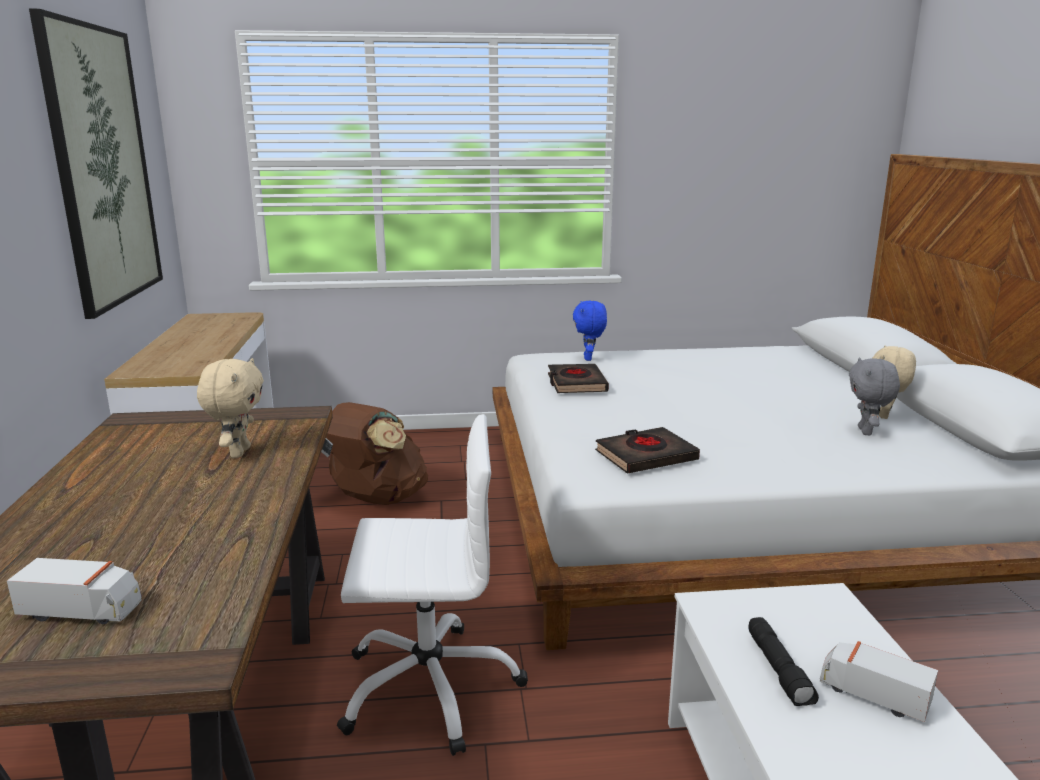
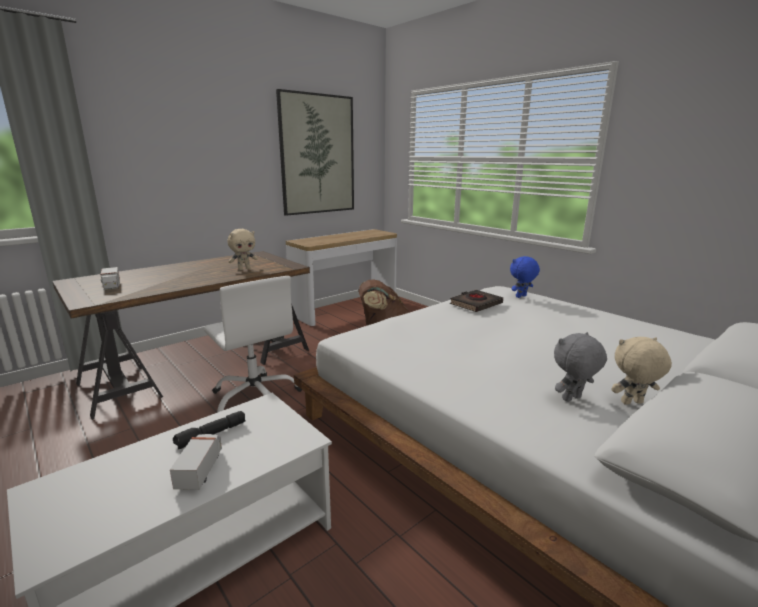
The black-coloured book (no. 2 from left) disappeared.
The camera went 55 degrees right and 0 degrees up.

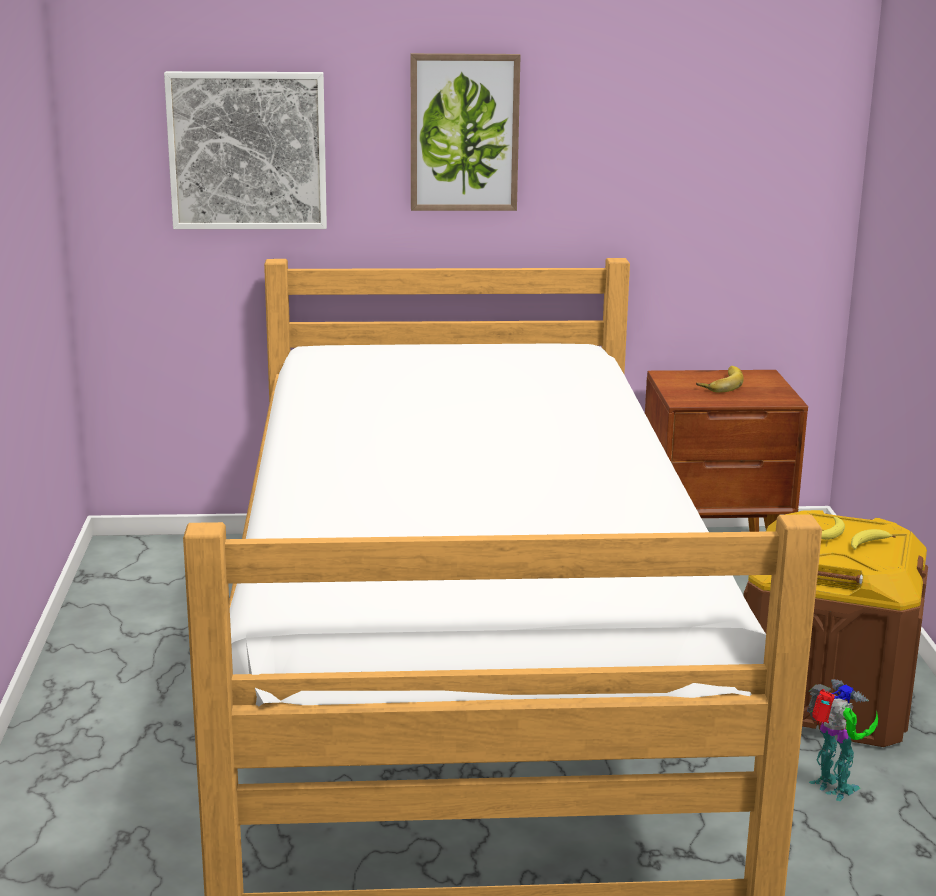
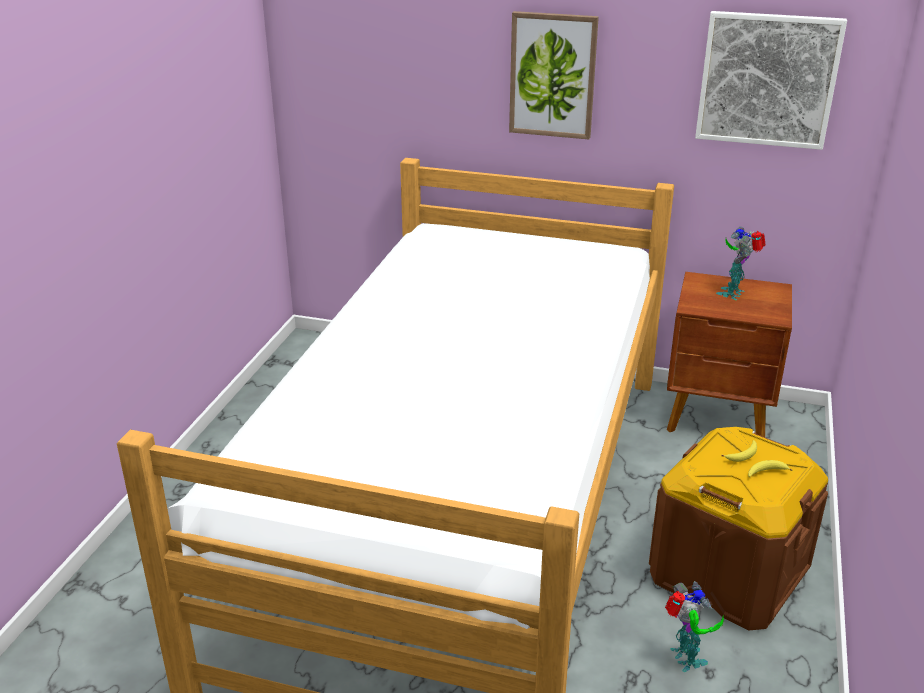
The wall art (no. 1 from left in the first image) moved.
The banana (no. 1 from left) was replaced by the robot figure (no. 2 from left).
The camera went 20 degrees right and 10 degrees up.

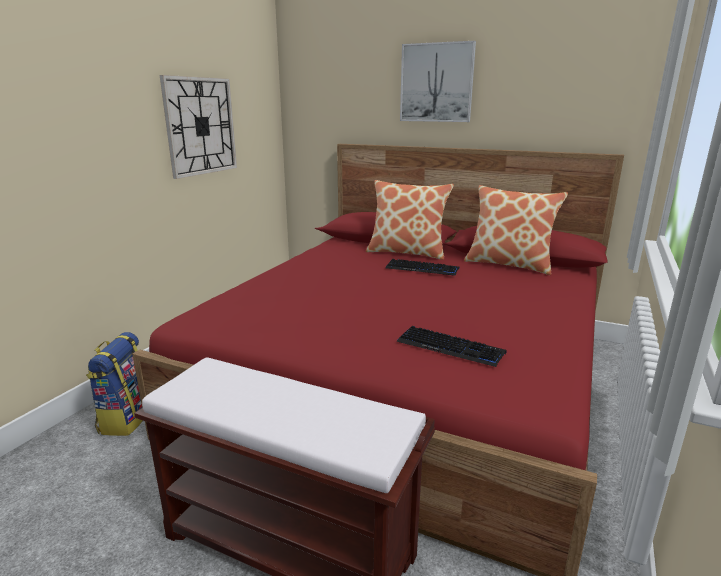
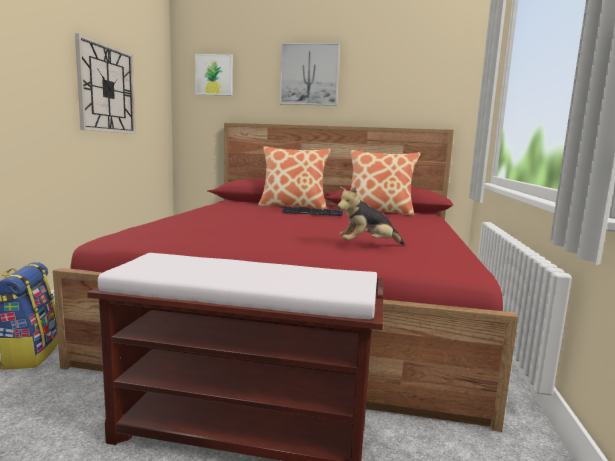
The computer keyboard (no. 2 from left) was replaced by the plush toy.
The wall art (no. 1 from left) appeared.
The camera went 15 degrees left and 10 degrees down.

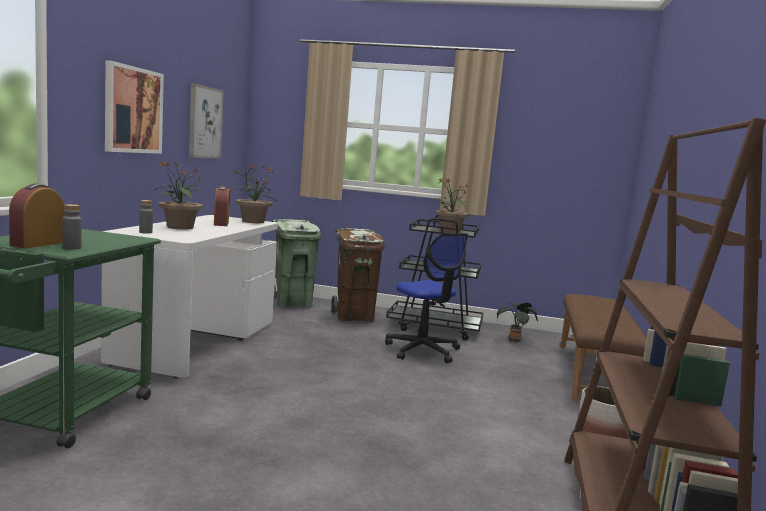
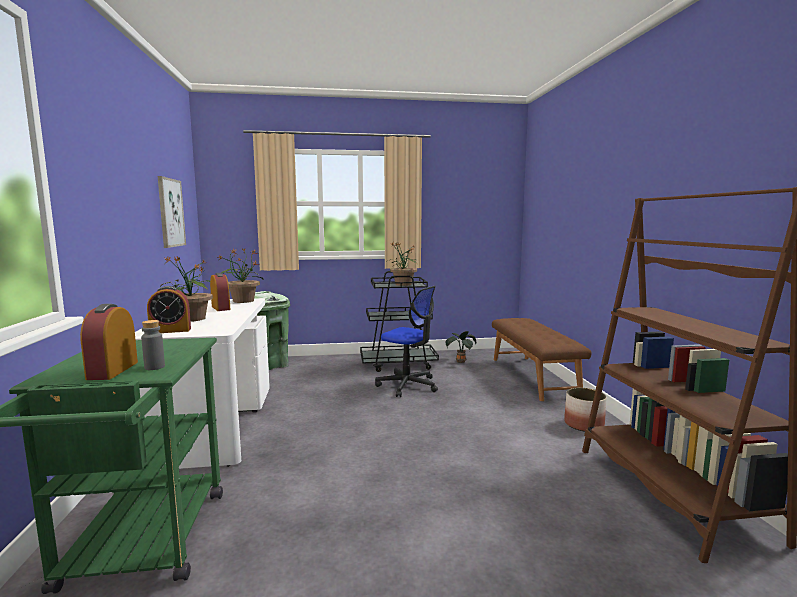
The wall art (no. 1 from left) disappeared.
The grey bottle (no. 2 from left) was replaced by the bedside clock (no. 2 from left).
The brown trash can disappeared.
The camera went 20 degrees left and 0 degrees up.

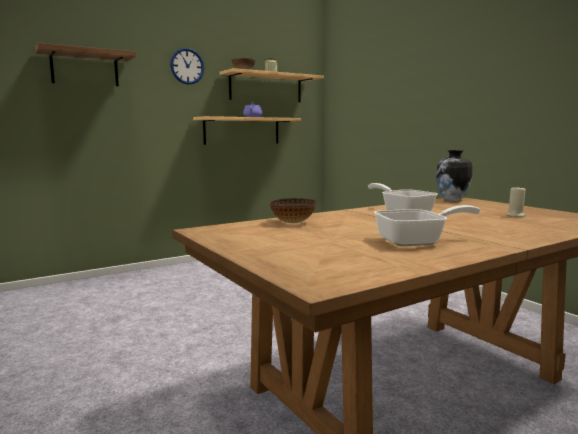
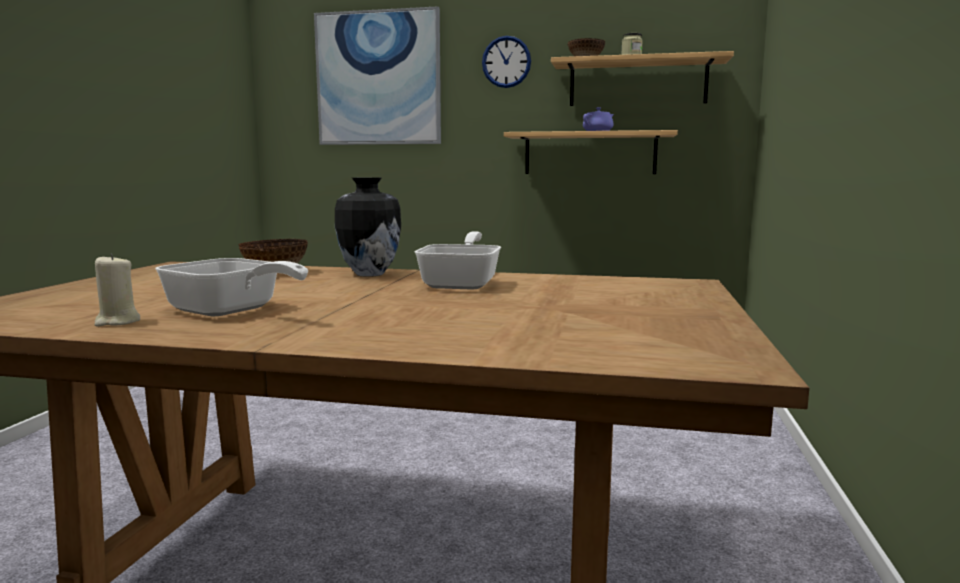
The shelf (no. 1 from left) was replaced by the wall art.
The flower vase moved.
The beige-coloured wax candle moved.
The camera went 45 degrees right and 0 degrees up.

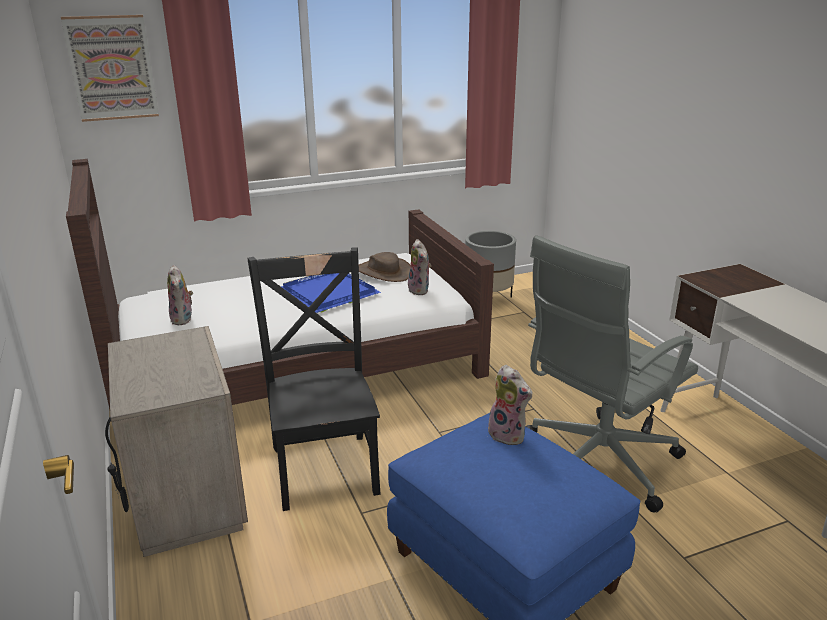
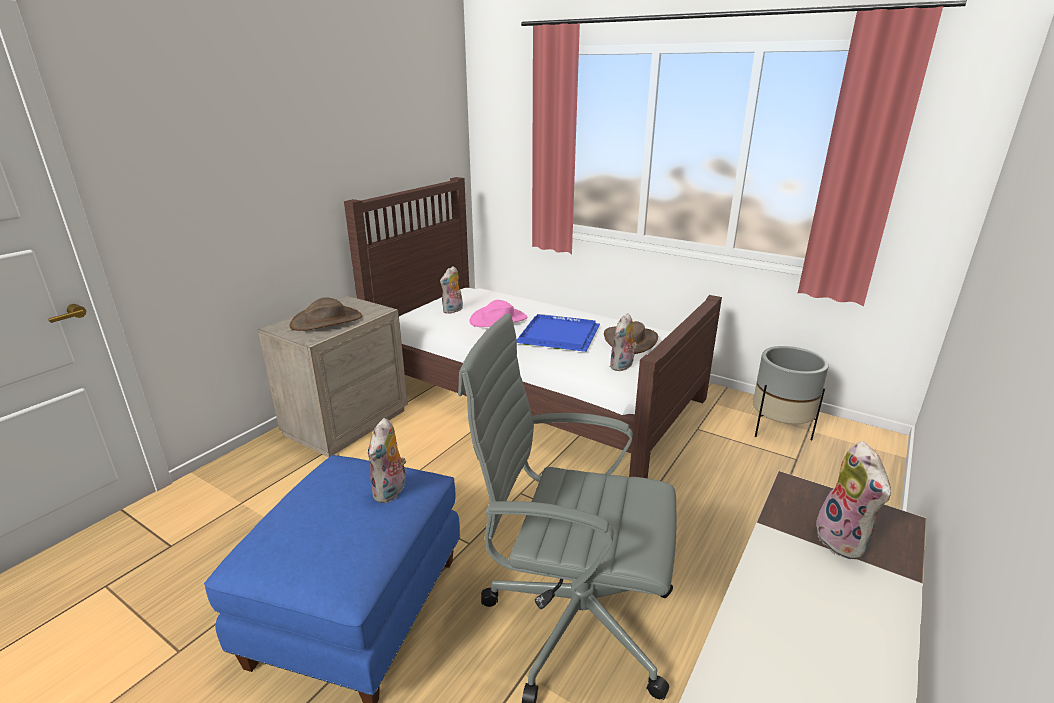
The wall art disappeared.
The black-coloured upright chair disappeared.
The brown clothing hat (no. 1 from left) appeared.
The pink clothing hat appeared.
The plush toy (no. 4 from left) appeared.
The camera went 55 degrees right and 0 degrees up.

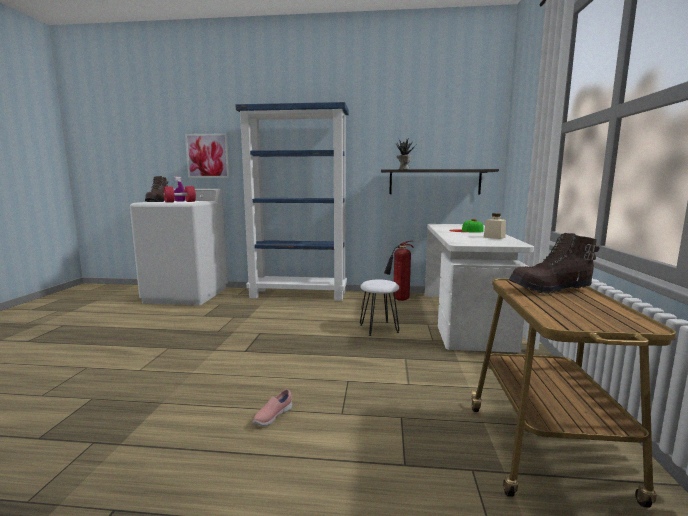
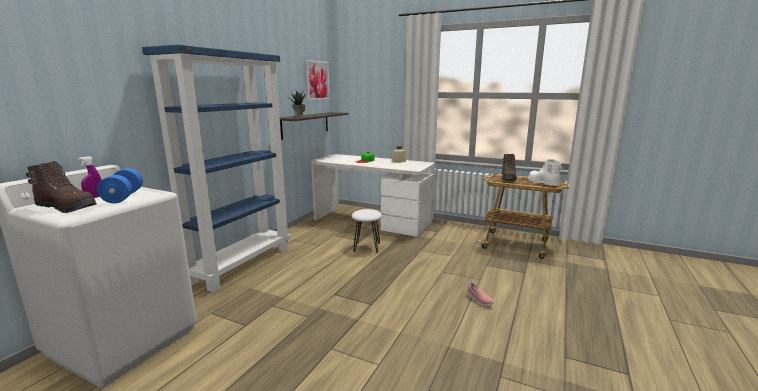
The wall art moved.
The reddish hand weight became the blue hand weight.
The fire extinguisher disappeared.
The white-coloured tall boot appeared.
The camera went 70 degrees left and 5 degrees up.

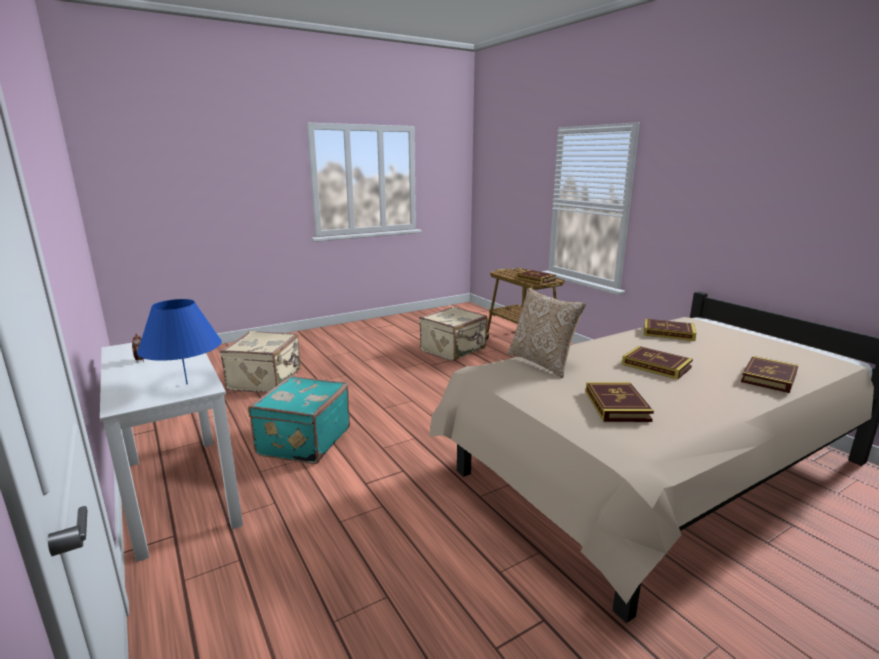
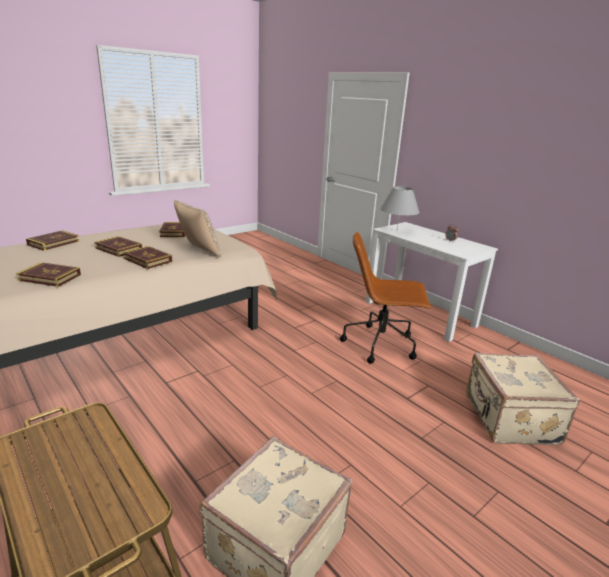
The book (no. 1 from left in the first image) moved.
The blue lamp for a table became the grey lamp for a table.
The turquoise-coloured travel case was replaced by the brown desk chair.
The camera went 170 degrees right and 5 degrees up.

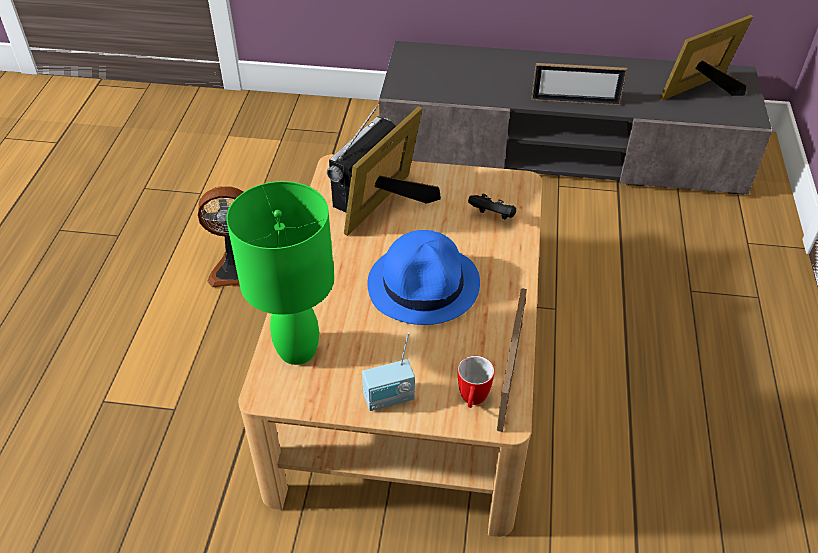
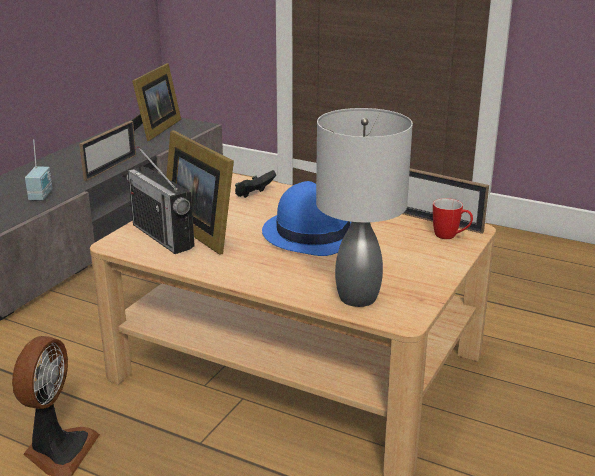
The standing frame (no. 4 from left in the first image) turned 150 degrees counterclockwise.
The greenish lamp for a table became the grey lamp for a table.
The radio (no. 2 from left in the first image) moved.
The camera went 70 degrees left and 20 degrees down.

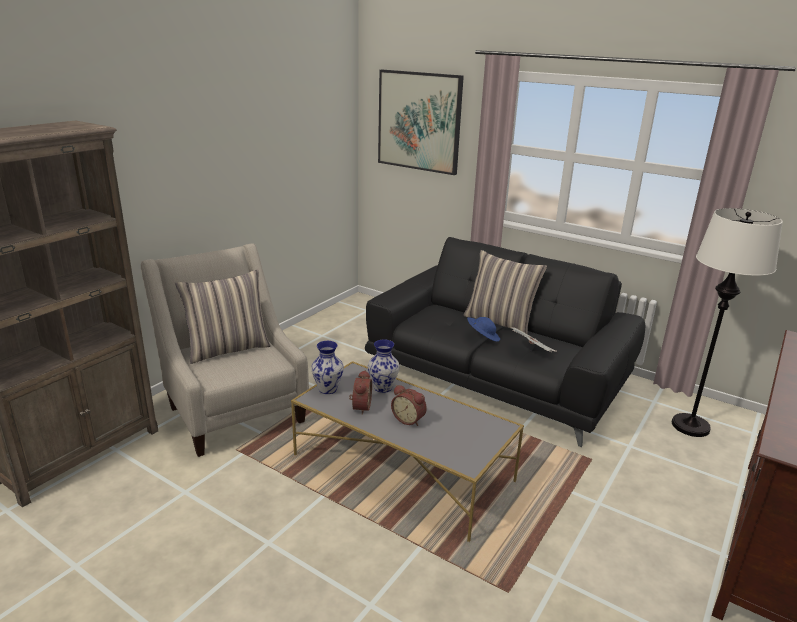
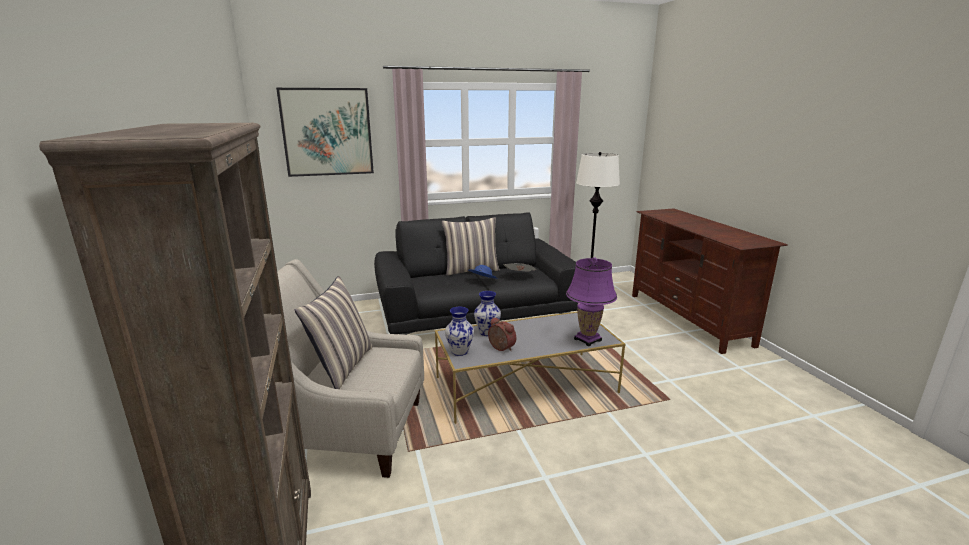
The bedside clock (no. 2 from left) disappeared.
The purple-coloured lamp for a table appeared.
The camera went 50 degrees left and 5 degrees down.

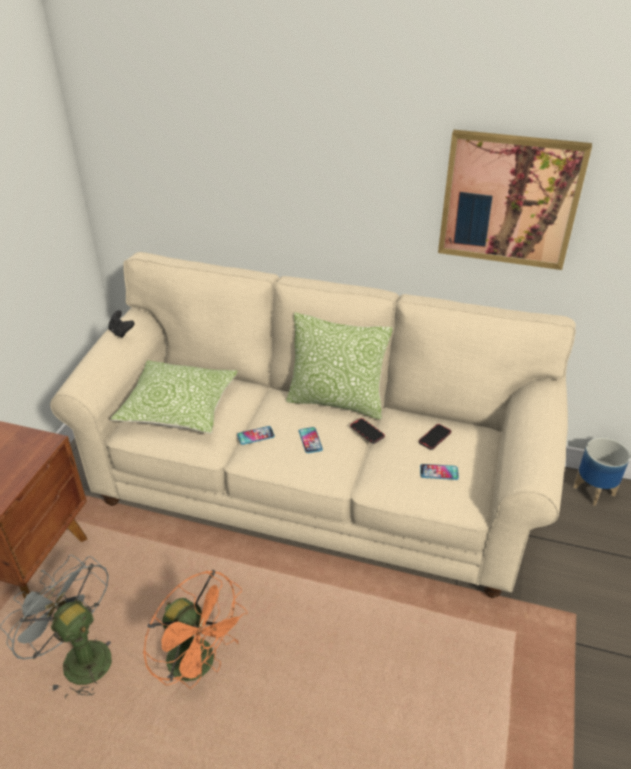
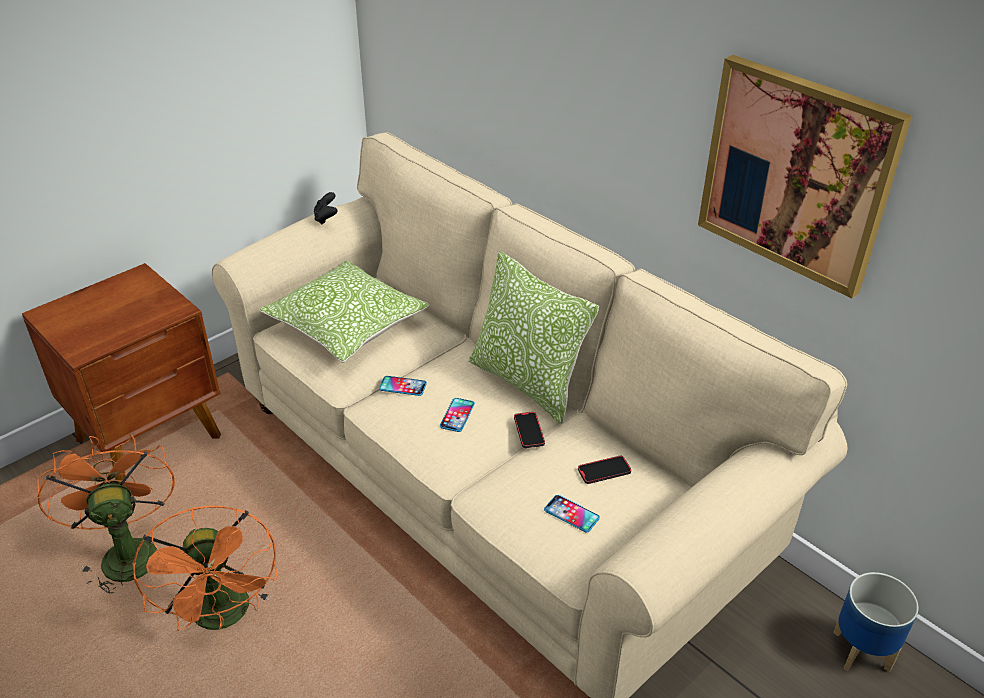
The grey electric fan became the orange-coloured electric fan (no. 1 from left).
The camera went 30 degrees right and 0 degrees up.

